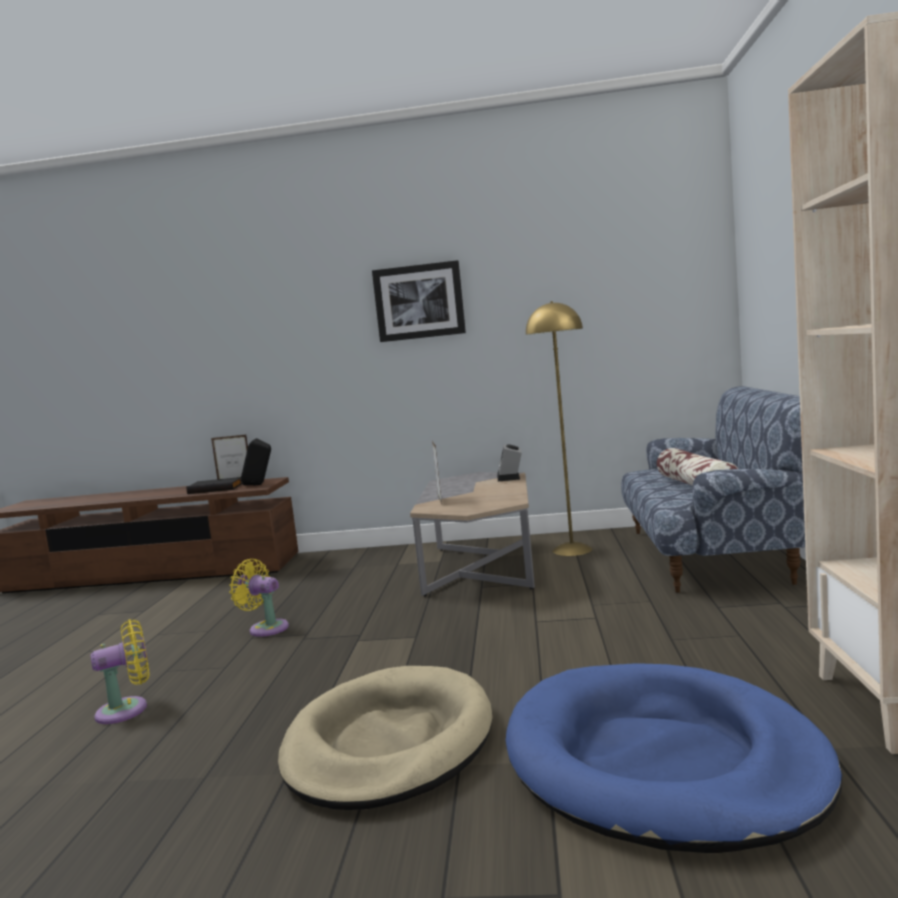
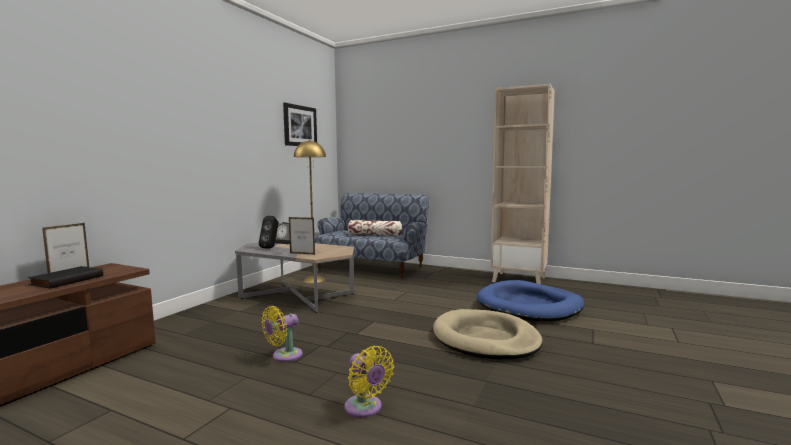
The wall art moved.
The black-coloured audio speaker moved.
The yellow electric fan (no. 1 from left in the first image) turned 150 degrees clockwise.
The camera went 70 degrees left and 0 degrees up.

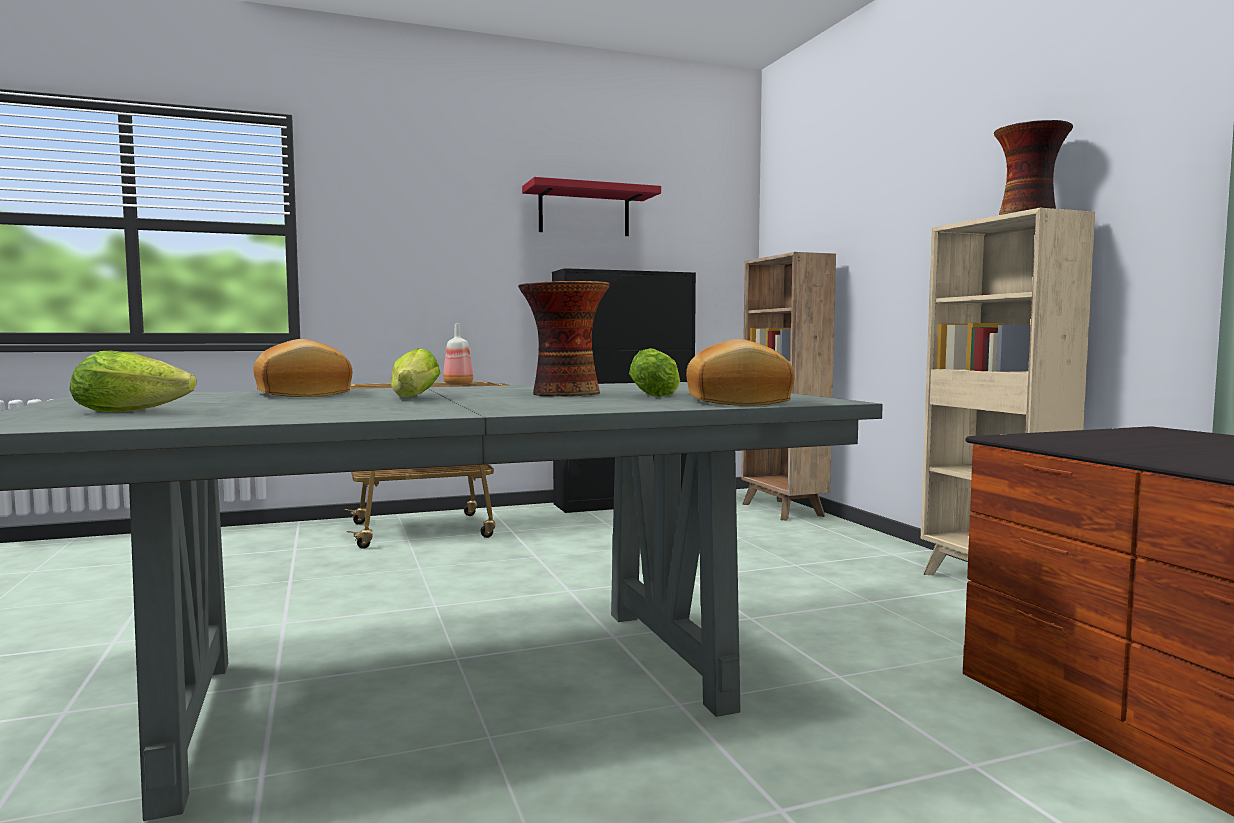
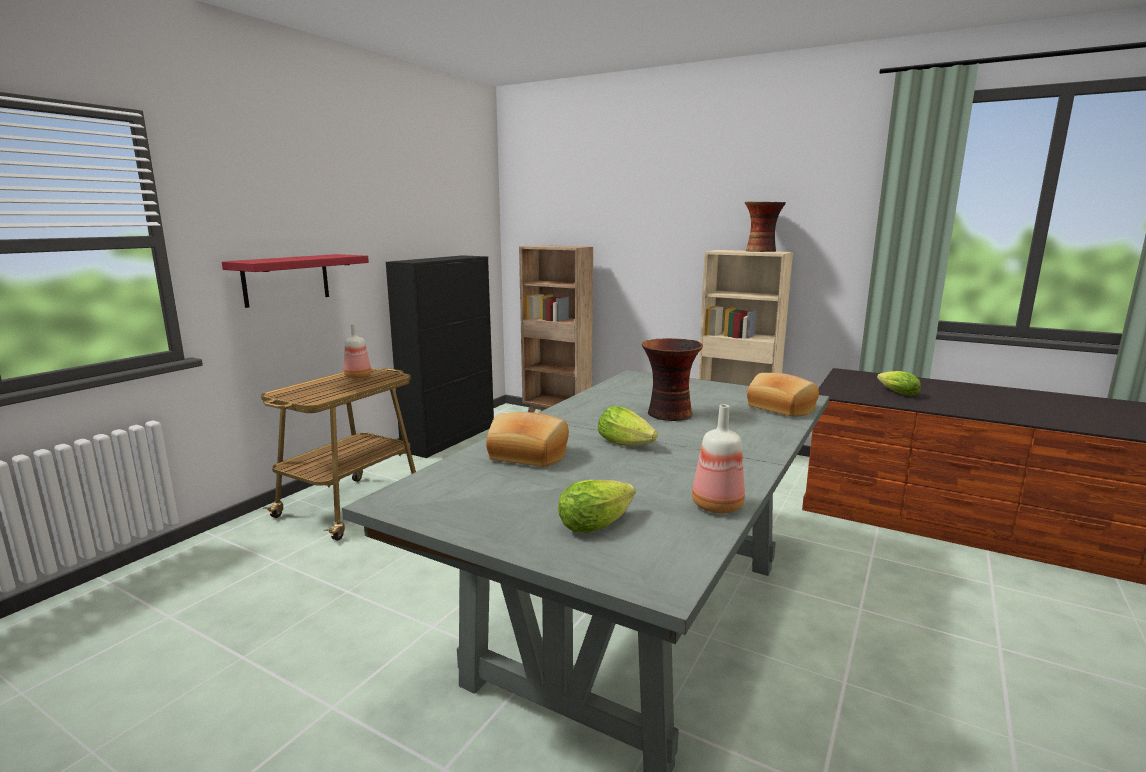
The reddish shelf moved.
The lettuce (no. 3 from left) moved.
The bottle (no. 2 from left) appeared.
The camera went 40 degrees left and 10 degrees up.

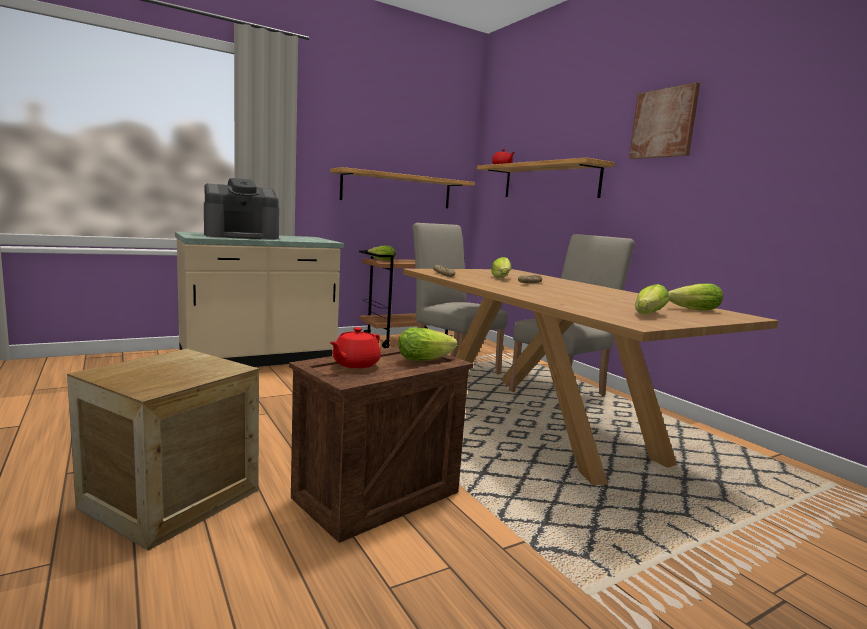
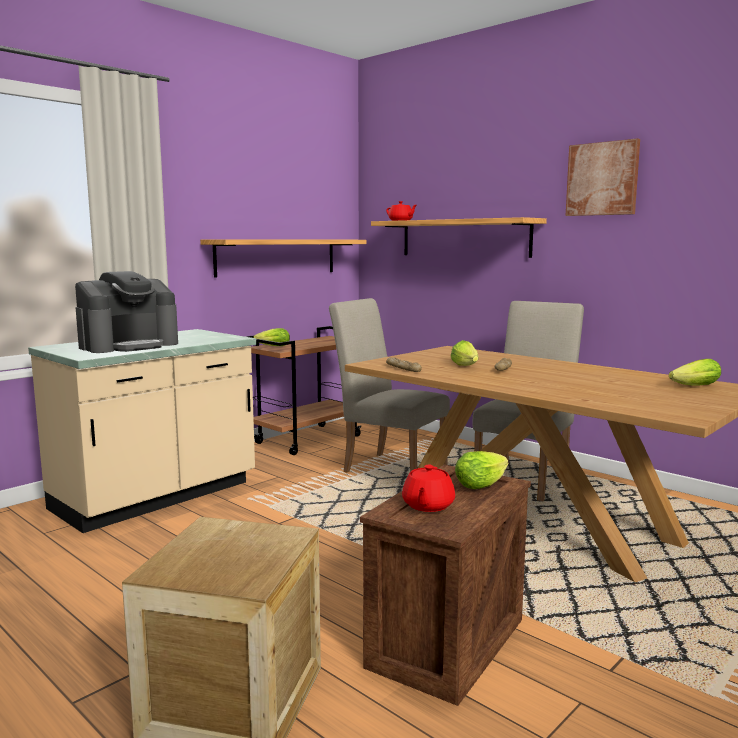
The lettuce (no. 4 from left) disappeared.
The camera went 15 degrees left and 0 degrees up.

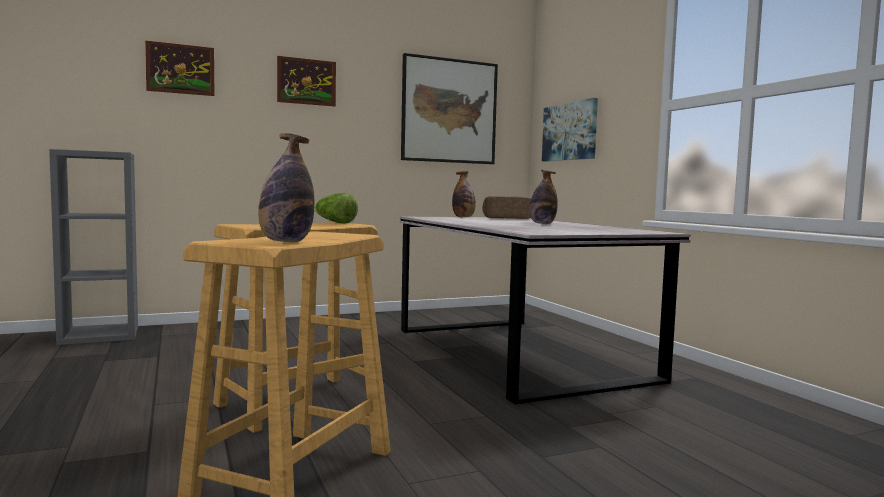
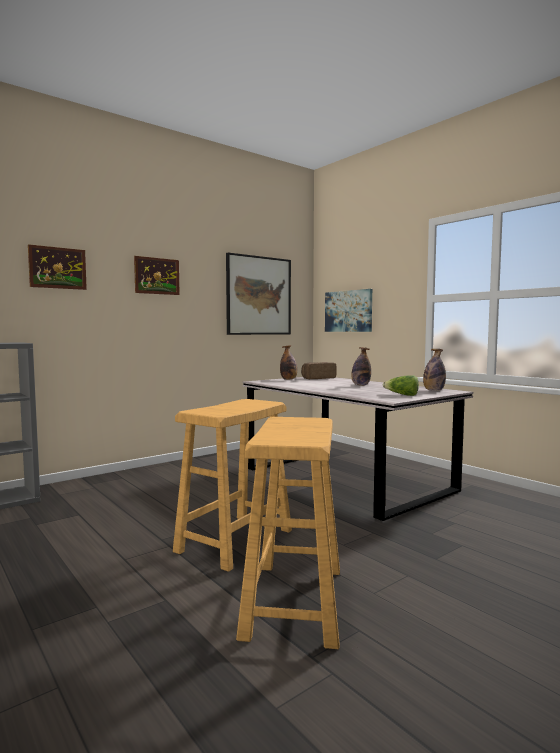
The bottle (no. 1 from left in the first image) moved.
The lettuce moved.
The camera went 15 degrees left and 0 degrees up.

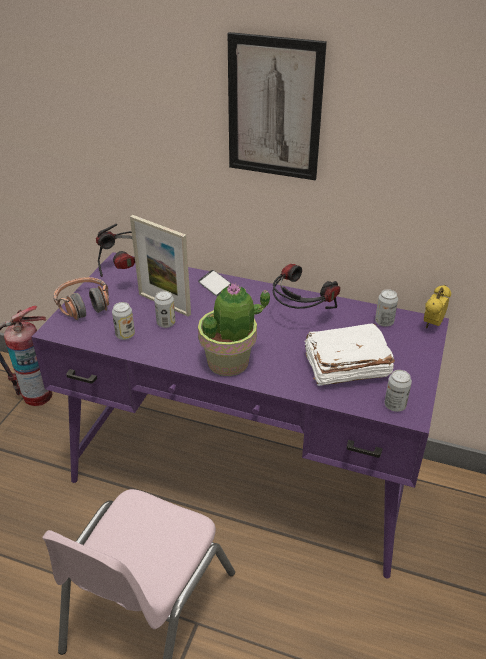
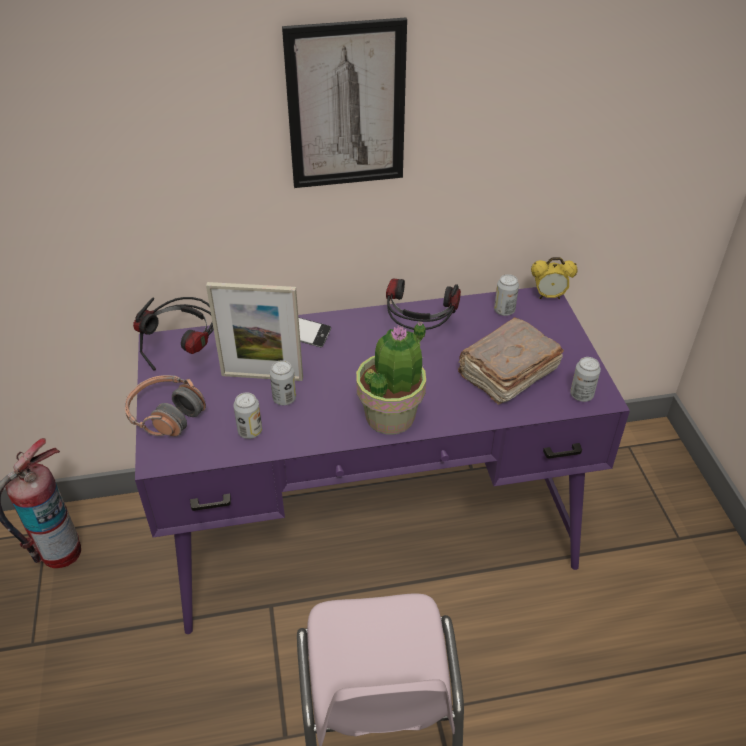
The bedside clock turned 90 degrees counterclockwise.
The white-coloured book became the brown book.
The camera went 30 degrees left and 5 degrees up.

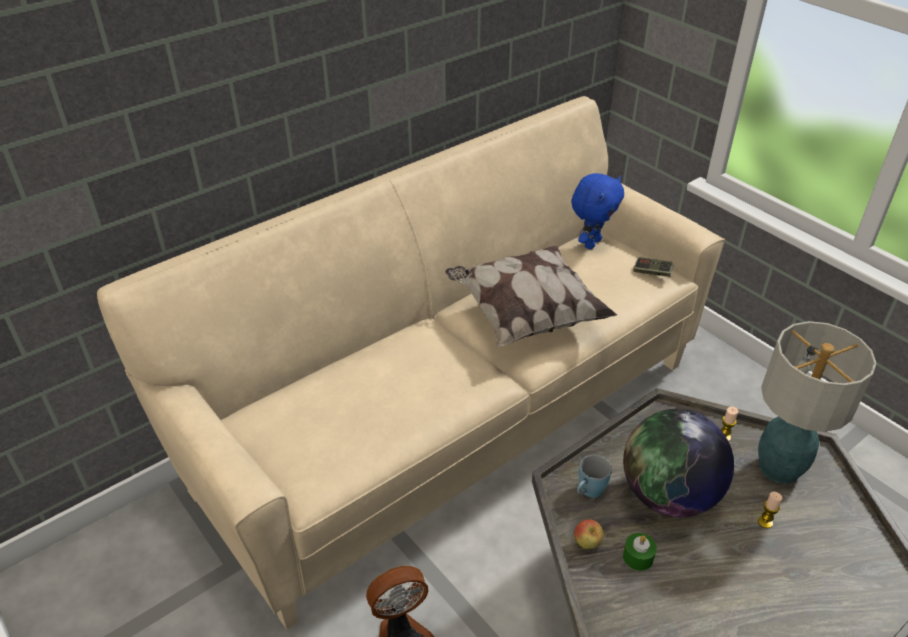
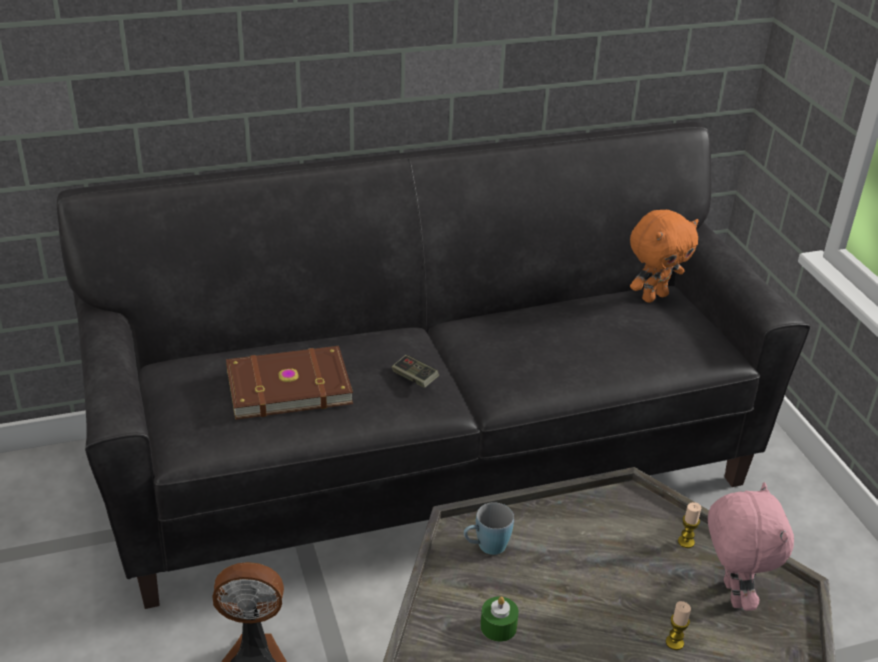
The beige-coloured couch became the black-coloured couch.
The blue plush toy became the orange-coloured plush toy.
The throw pillow disappeared.
The joypad moved.
The lamp for a table was replaced by the pink plush toy.
The globe disappeared.
The apple fruit disappeared.
The brown book appeared.
The camera went 20 degrees right and 5 degrees down.

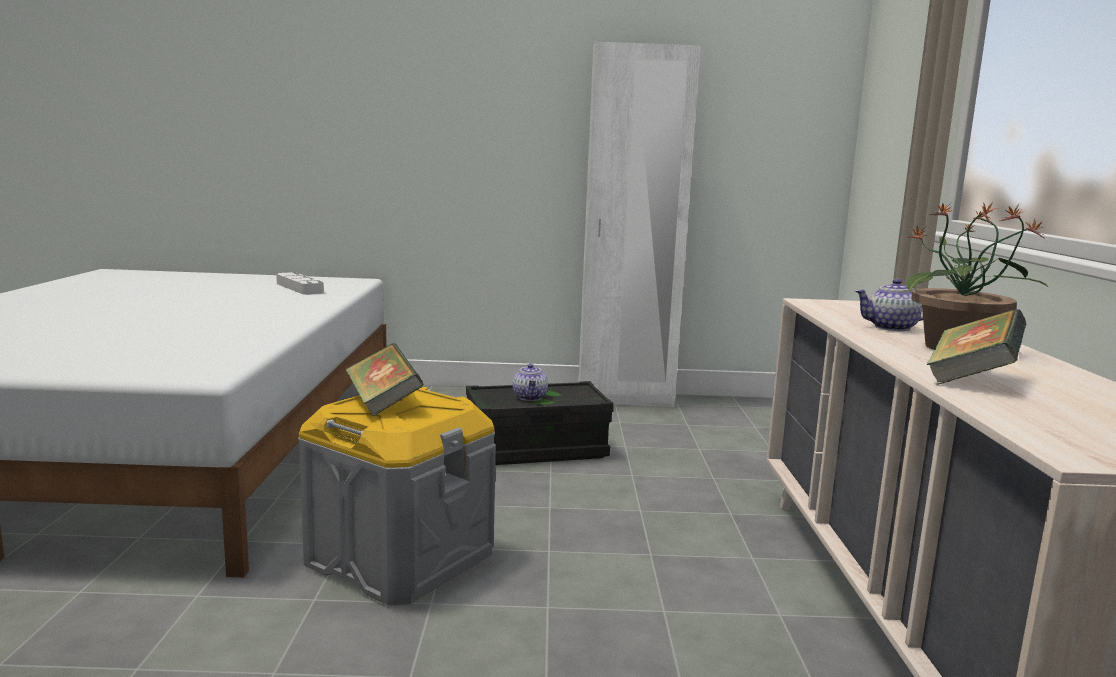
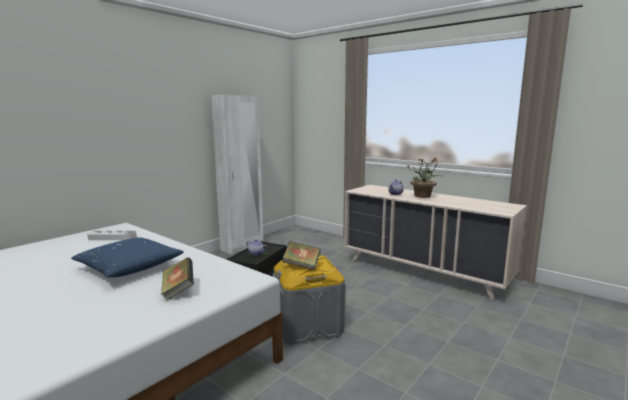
The book (no. 2 from left in the first image) moved.
The blue throw pillow appeared.
The camera went 50 degrees left and 0 degrees up.

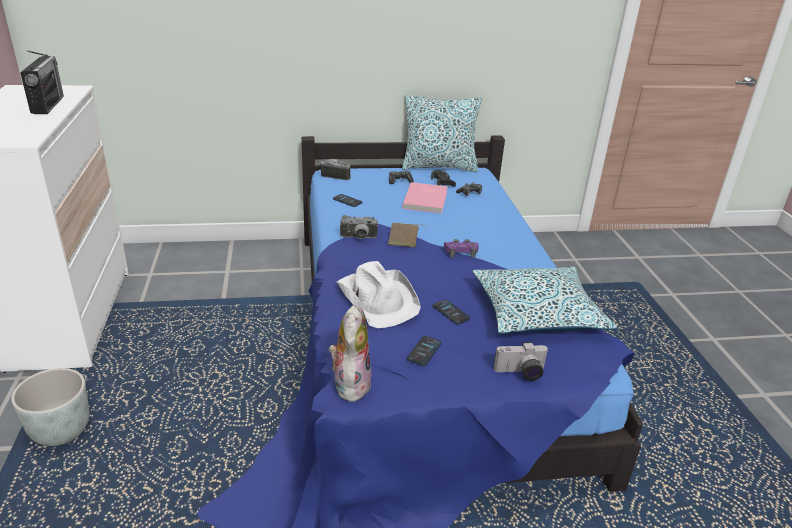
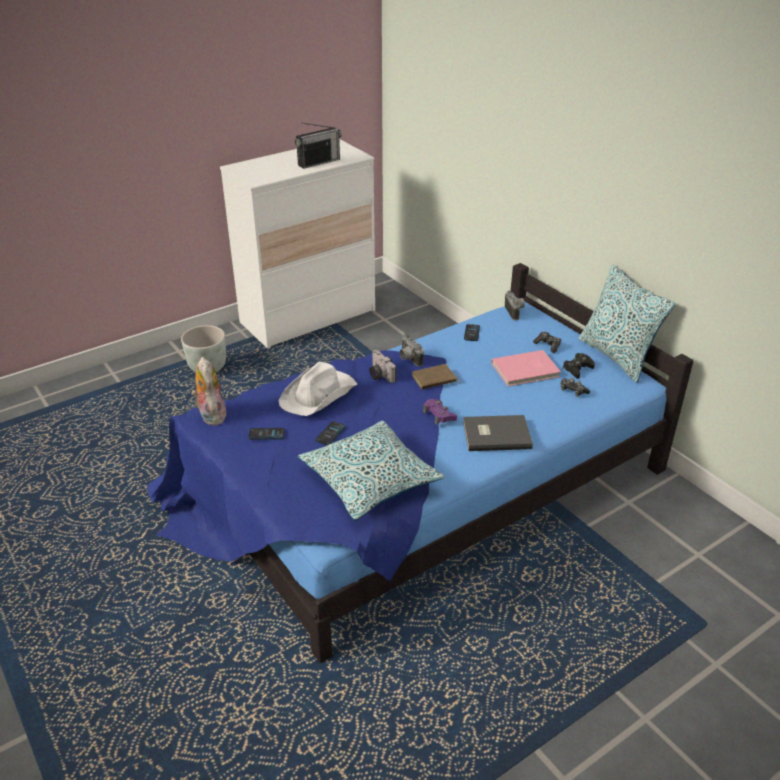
The plush toy turned 90 degrees counterclockwise.
The photo camera (no. 3 from left in the first image) moved.
The grey book appeared.
The camera went 65 degrees right and 5 degrees up.

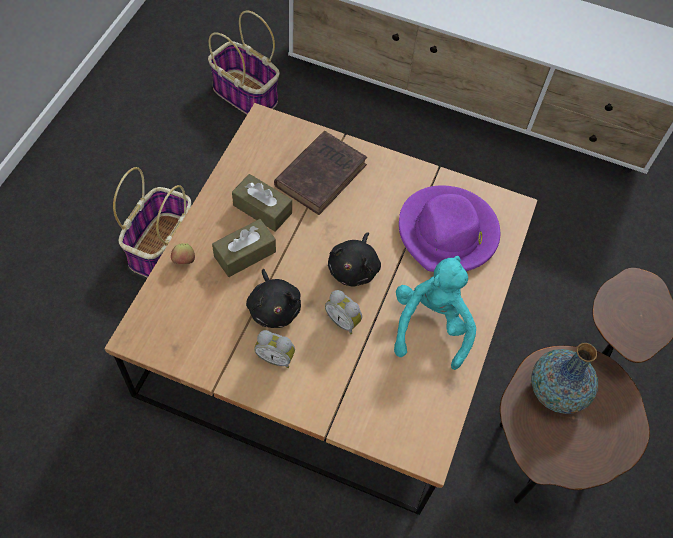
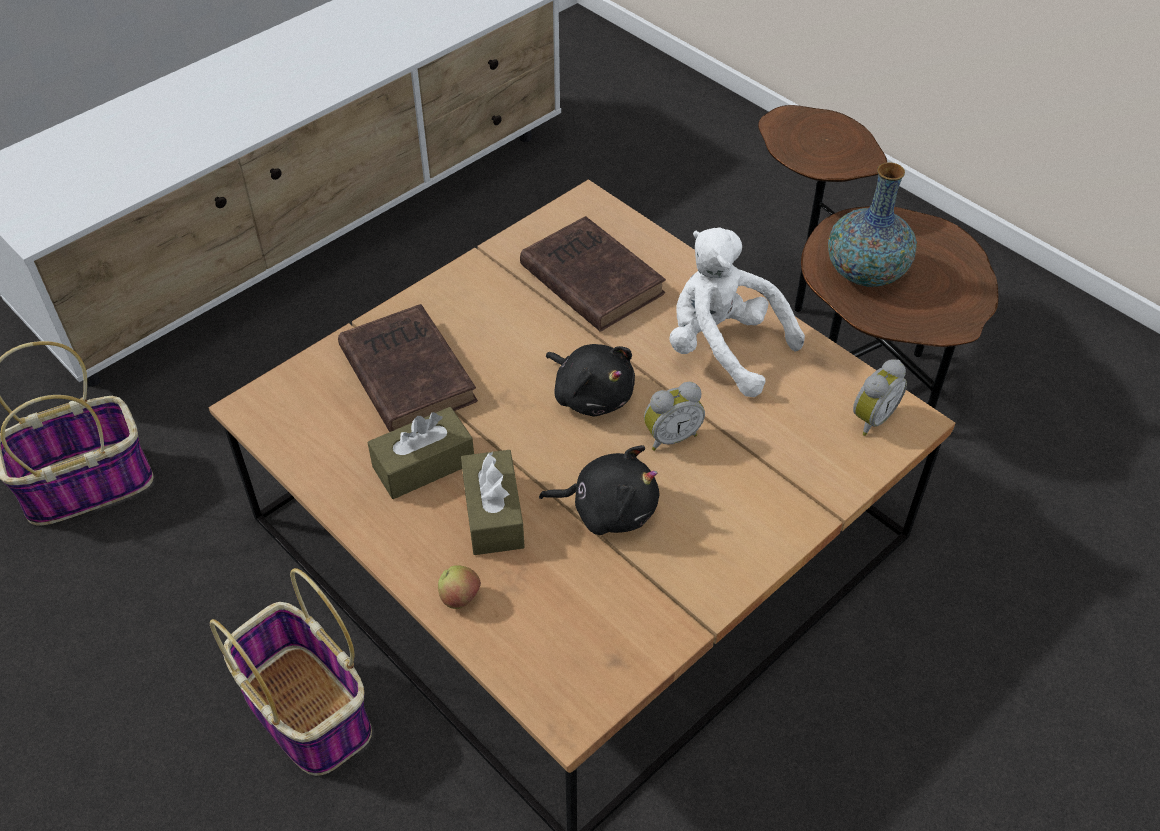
The purple-coloured clothing hat was replaced by the brown book (no. 2 from left).
The turquoise-coloured plush toy became the white-coloured plush toy.
The bedside clock (no. 1 from left in the first image) moved.
The camera went 60 degrees left and 10 degrees down.

